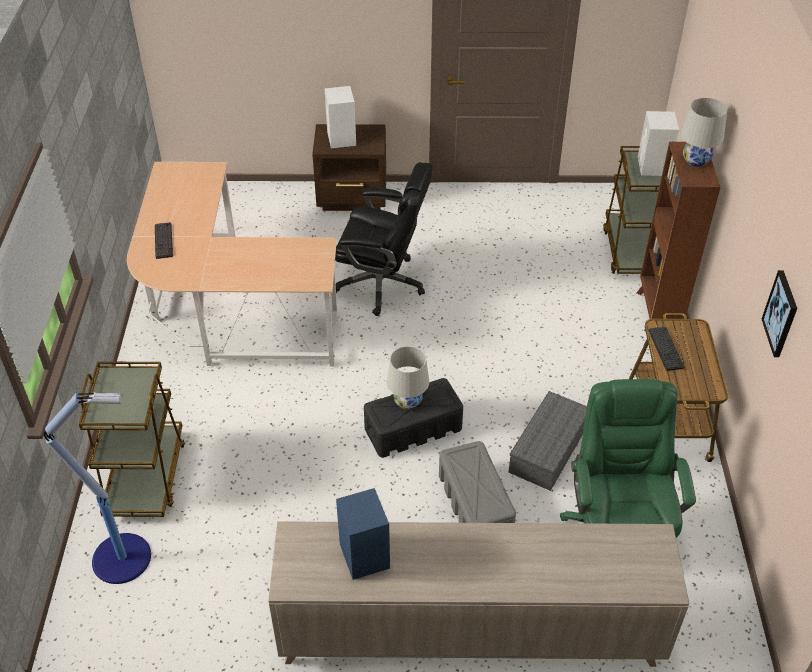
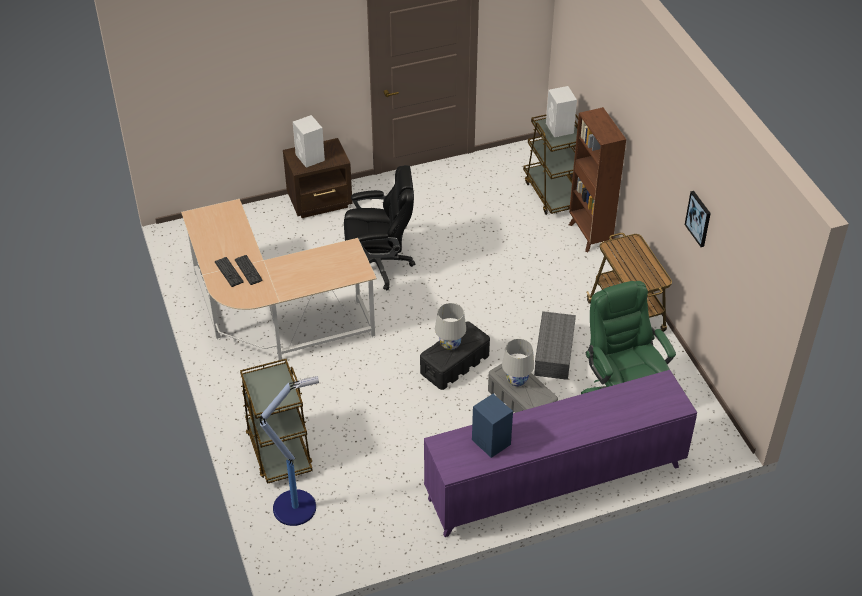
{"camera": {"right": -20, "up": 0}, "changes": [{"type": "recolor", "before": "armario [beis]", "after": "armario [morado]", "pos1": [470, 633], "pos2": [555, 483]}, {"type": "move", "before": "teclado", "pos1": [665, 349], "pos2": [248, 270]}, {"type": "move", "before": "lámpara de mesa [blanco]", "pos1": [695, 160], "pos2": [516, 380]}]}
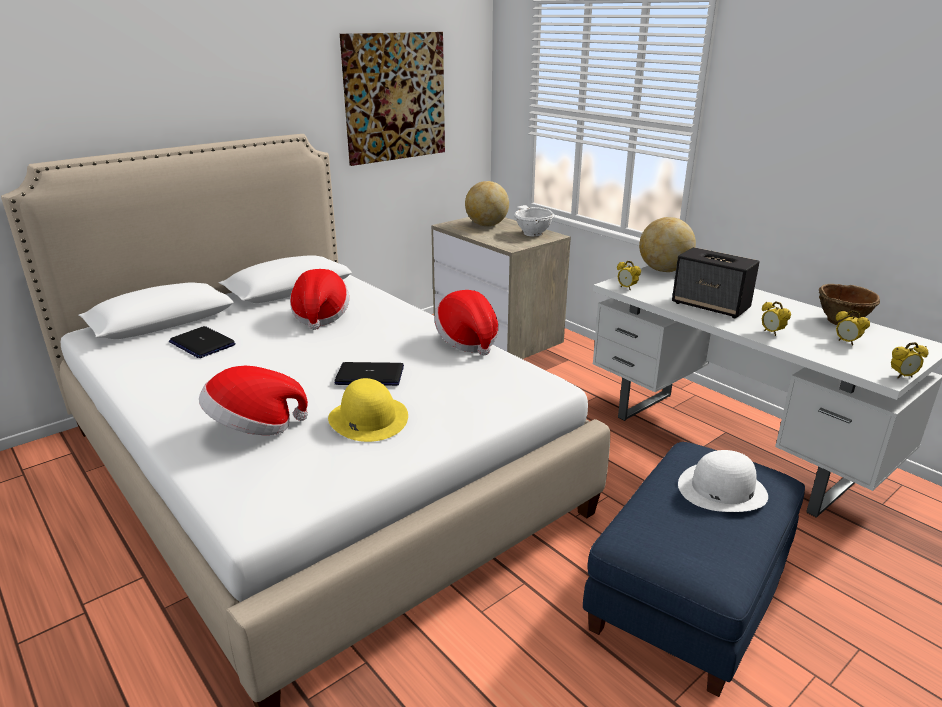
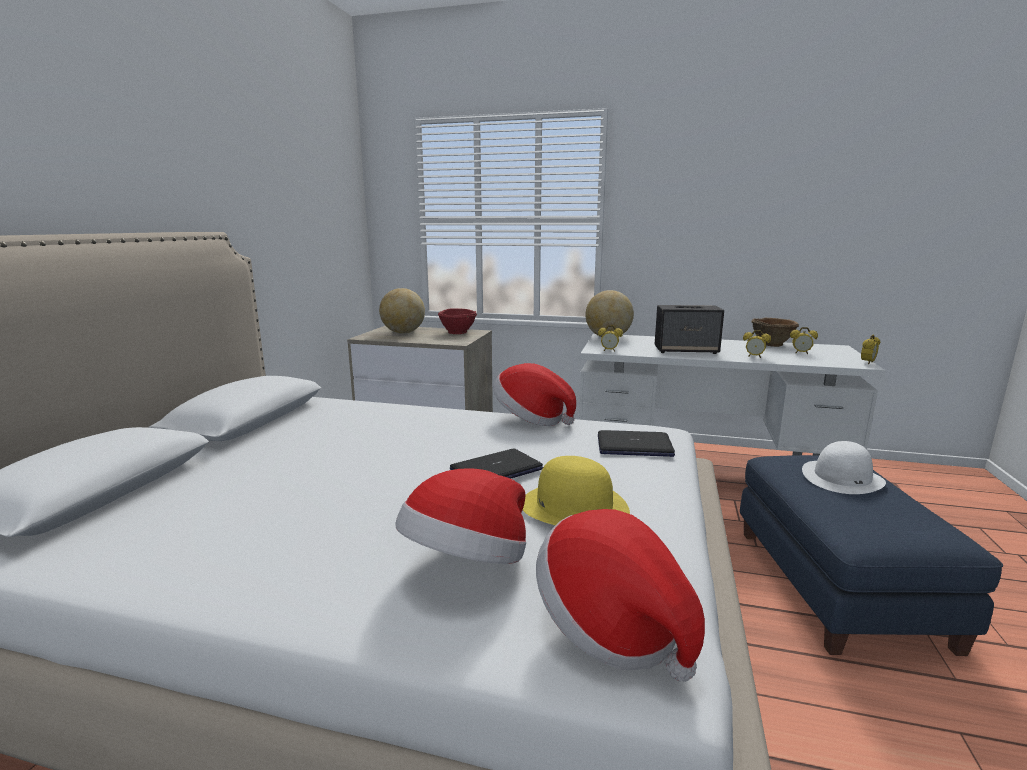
{"camera": {"right": -35, "up": -10}, "changes": [{"type": "move", "before": "portátil", "pos1": [202, 343], "pos2": [634, 446]}, {"type": "move", "before": "sombrero", "pos1": [320, 316], "pos2": [612, 627]}, {"type": "delete", "before": "cuadro", "pos1": [395, 97]}, {"type": "recolor", "before": "cuenco [blanco]", "after": "cuenco [rojo]", "pos1": [533, 234], "pos2": [458, 332]}]}
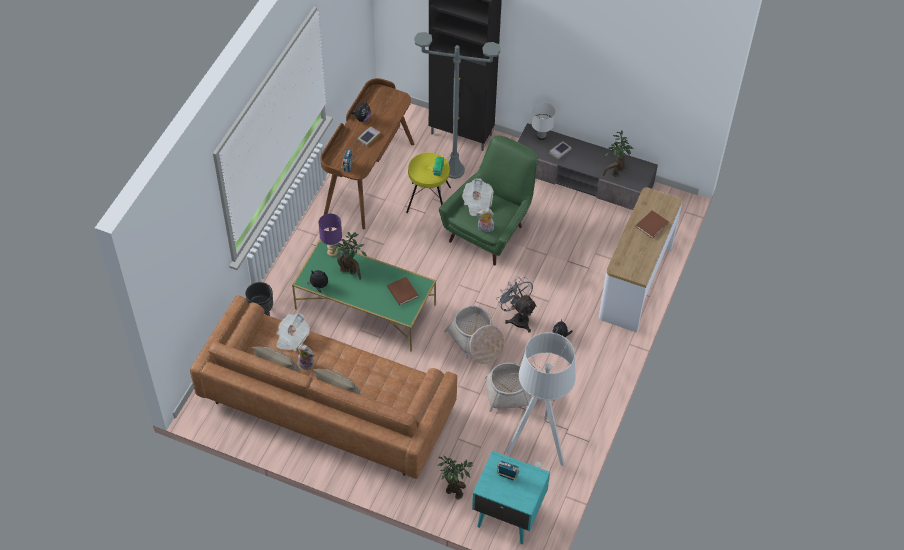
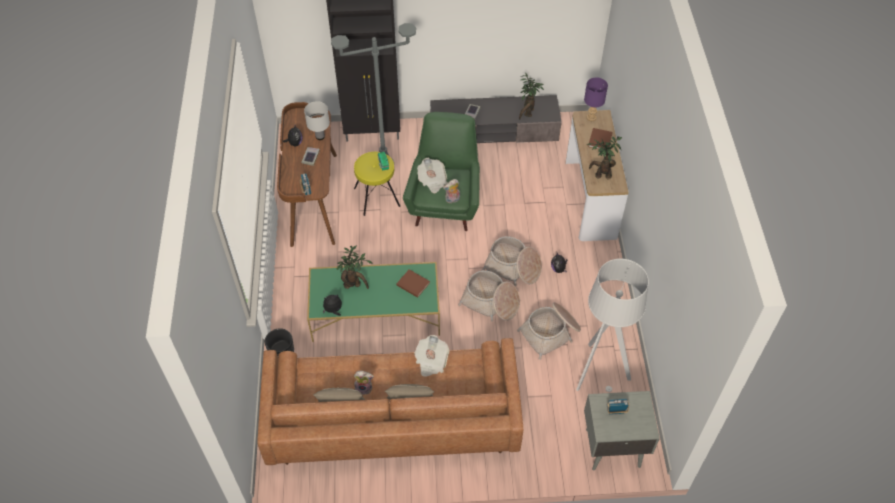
{"camera": {"right": -25, "up": 0}, "changes": [{"type": "move", "before": "periódico", "pos1": [292, 338], "pos2": [431, 361]}, {"type": "move", "before": "lámpara de mesa [morado]", "pos1": [332, 252], "pos2": [591, 117]}, {"type": "move", "before": "planta en maceta", "pos1": [453, 490], "pos2": [601, 175]}, {"type": "recolor", "before": "mesita de noche [turquesa]", "after": "mesita de noche [gris]", "pos1": [507, 515], "pos2": [612, 447]}, {"type": "replace", "before": "ventilador [gris]", "after": "cesta", "pos1": [517, 318], "pos2": [513, 268]}, {"type": "move", "before": "lámpara de mesa [blanco]", "pos1": [541, 136], "pos2": [319, 136]}]}
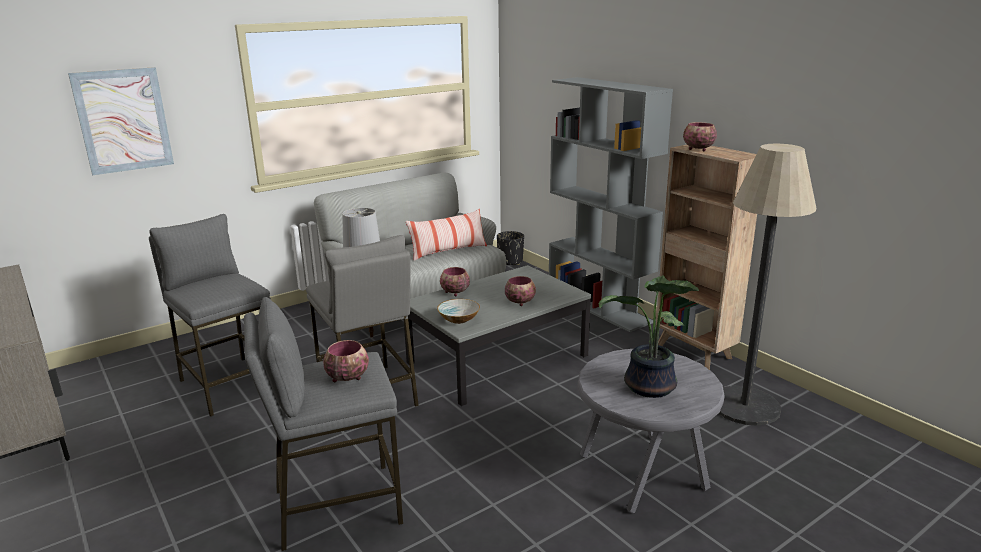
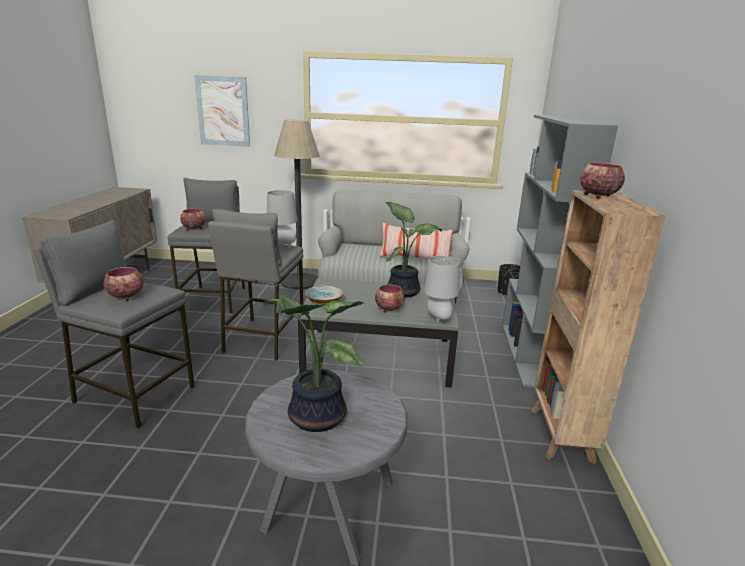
{"camera": {"right": 40, "up": 0}, "changes": [{"type": "move", "before": "cuenco", "pos1": [454, 292], "pos2": [193, 228]}, {"type": "move", "before": "lámpara de pie", "pos1": [745, 406], "pos2": [300, 281]}, {"type": "insert", "after": "planta en maceta", "pos2": [403, 291]}, {"type": "insert", "after": "lámpara de mesa [gris]", "pos2": [438, 319]}]}
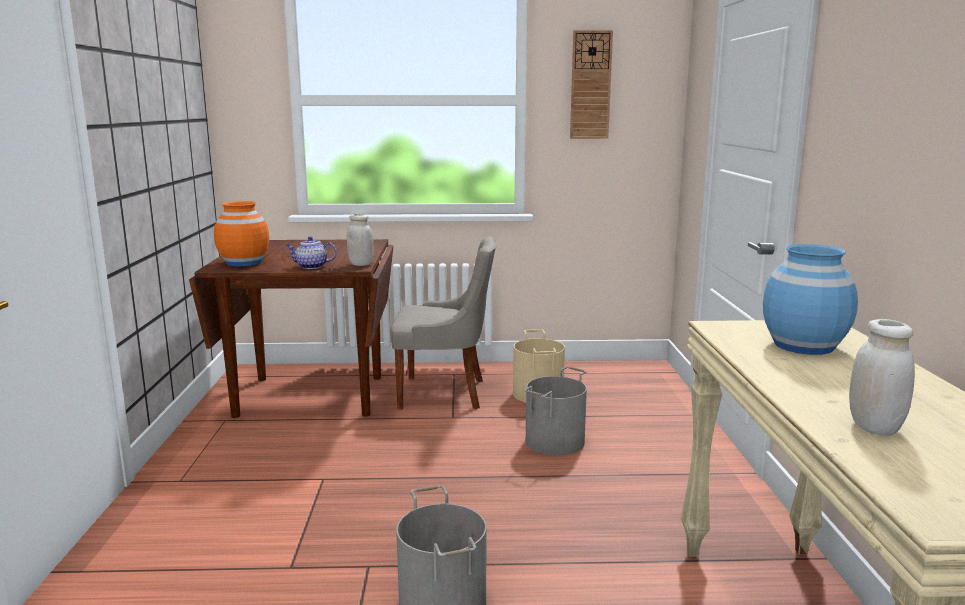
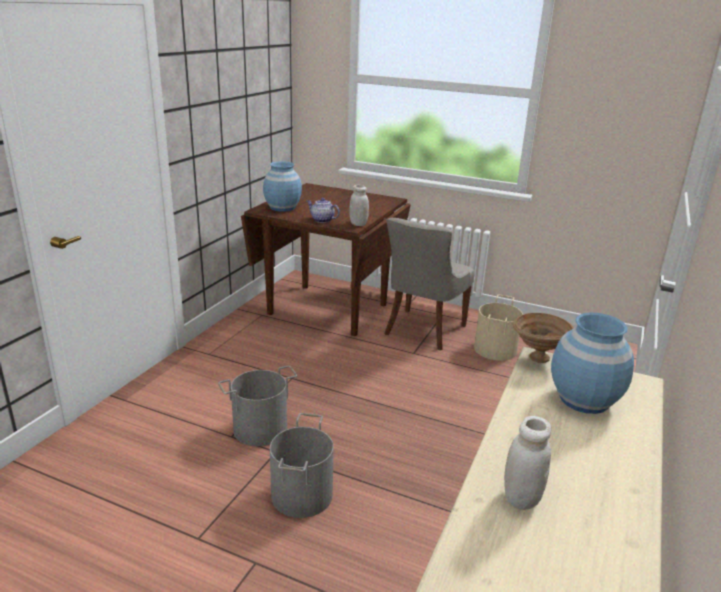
{"camera": {"right": 25, "up": 10}, "changes": [{"type": "recolor", "before": "florero [naranja]", "after": "florero [azul]", "pos1": [244, 262], "pos2": [283, 207]}, {"type": "rotate", "before": "silla [gris]", "pos1": [445, 393], "pos2": [423, 330], "turn": 90}, {"type": "move", "before": "cubo [gris]", "pos1": [554, 441], "pos2": [260, 428]}, {"type": "delete", "before": "reloj de pared", "pos1": [590, 85]}, {"type": "insert", "after": "cuenco [marrón]", "pos2": [537, 358]}]}
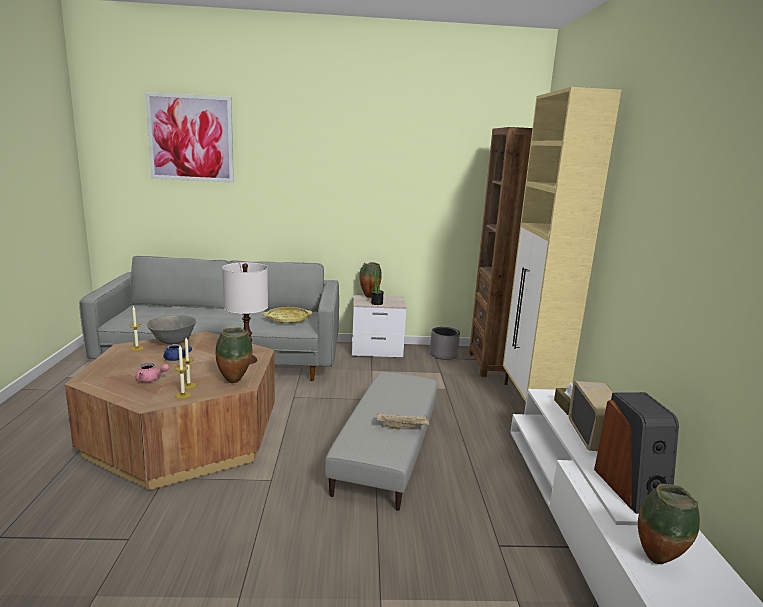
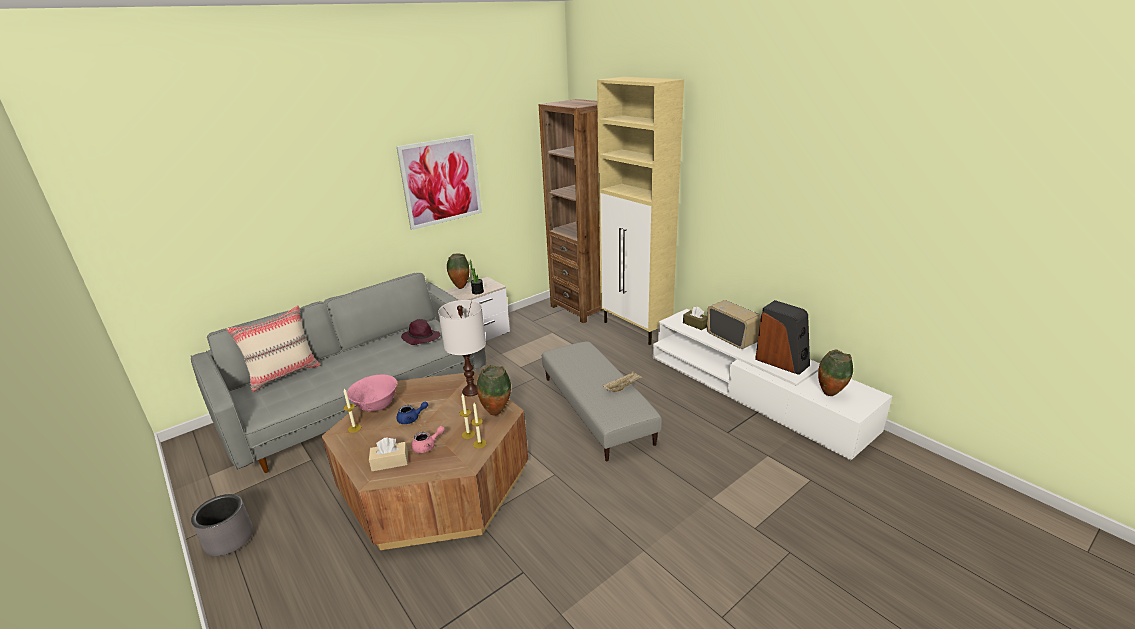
{"camera": {"right": -35, "up": 10}, "changes": [{"type": "move", "before": "cuadro", "pos1": [191, 138], "pos2": [441, 181]}, {"type": "recolor", "before": "cuenco [gris]", "after": "cuenco [rosa]", "pos1": [173, 342], "pos2": [376, 407]}, {"type": "replace", "before": "bandeja [amarillo]", "after": "sombrero [morado]", "pos1": [287, 319], "pos2": [420, 338]}, {"type": "move", "before": "maceta [gris]", "pos1": [443, 355], "pos2": [230, 539]}, {"type": "insert", "after": "cojín [beis]", "pos2": [284, 374]}, {"type": "insert", "after": "caja de pañuelos [beis]", "pos2": [390, 462]}]}
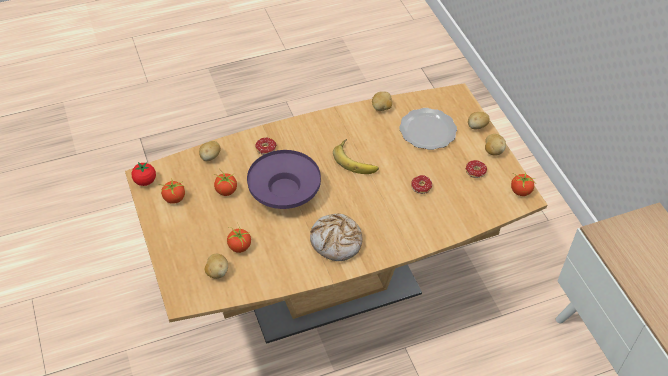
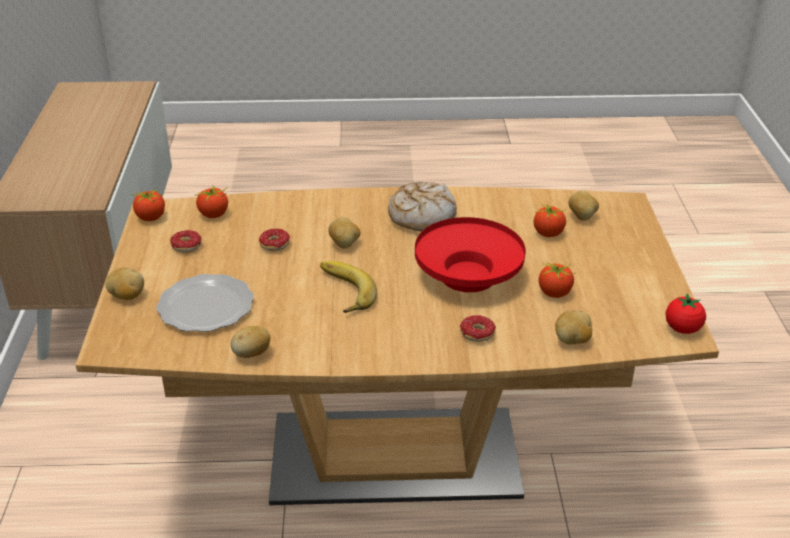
{"camera": {"right": -160, "up": -15}, "changes": [{"type": "move", "before": "tomate", "pos1": [174, 199], "pos2": [214, 214]}, {"type": "recolor", "before": "cuenco [morado]", "after": "cuenco [rojo]", "pos1": [284, 191], "pos2": [468, 276]}, {"type": "move", "before": "patata", "pos1": [493, 151], "pos2": [344, 244]}]}
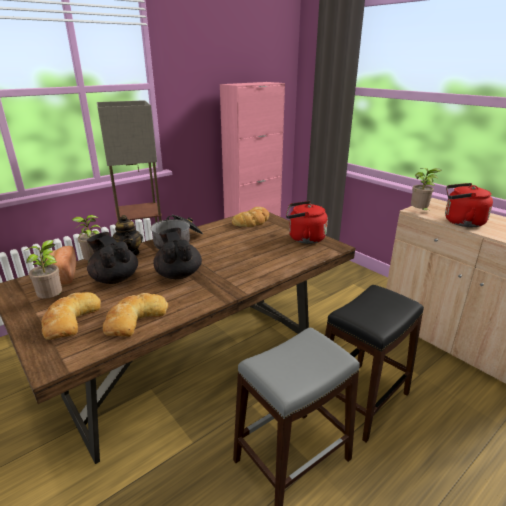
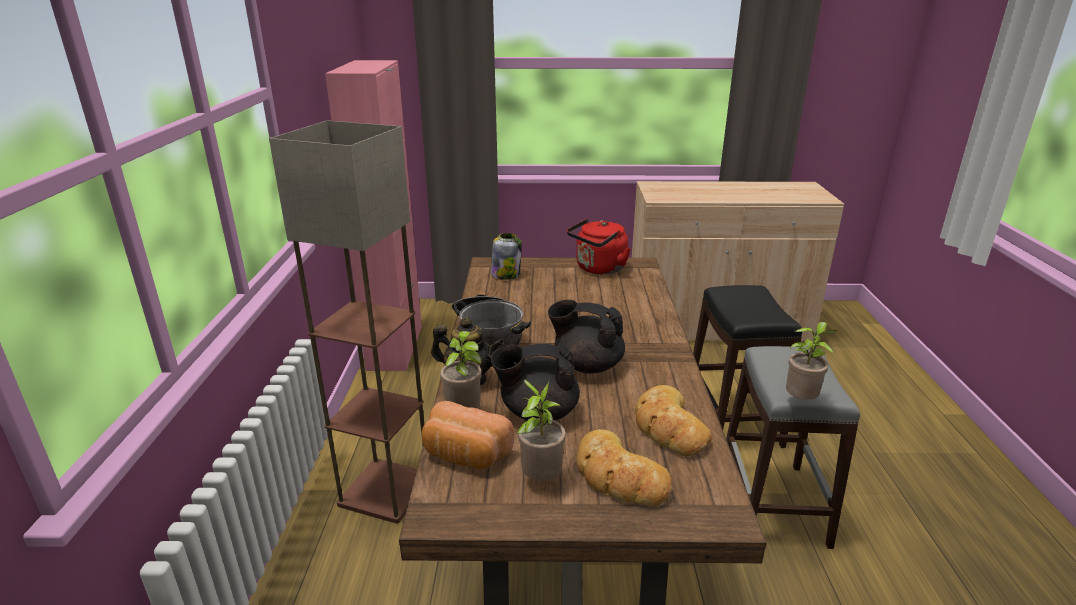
{"camera": {"right": -50, "up": 0}, "changes": [{"type": "replace", "before": "pan", "after": "tarro", "pos1": [253, 221], "pos2": [506, 274]}, {"type": "move", "before": "planta en maceta", "pos1": [419, 212], "pos2": [801, 401]}, {"type": "delete", "before": "hervidor [rojo]", "pos1": [461, 222]}]}
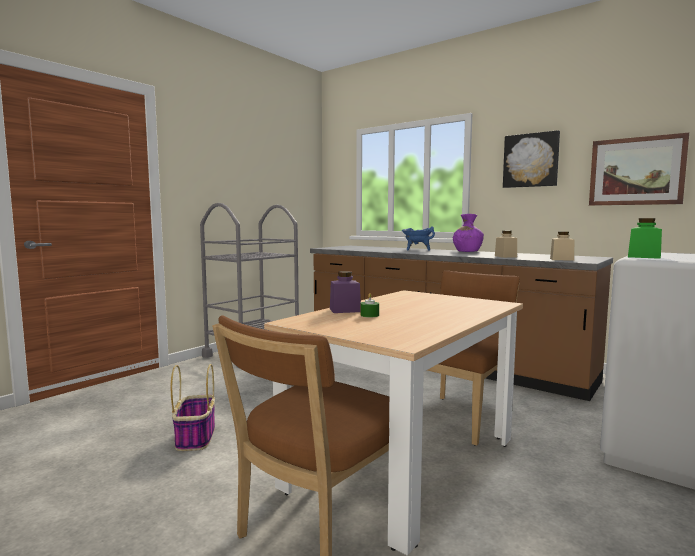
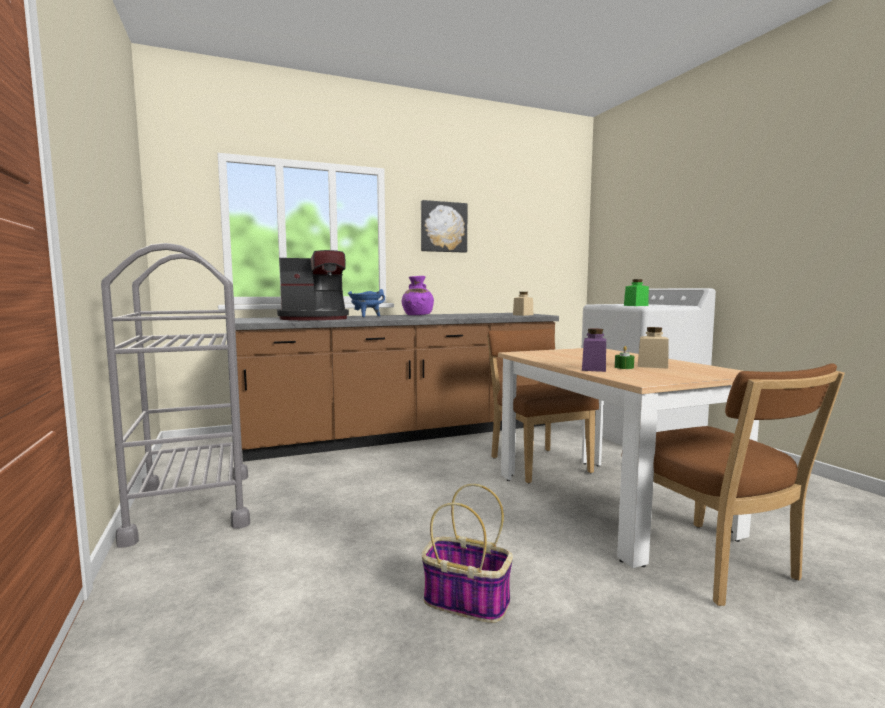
{"camera": {"right": -60, "up": 0}, "changes": [{"type": "move", "before": "tarro [beis]", "pos1": [505, 256], "pos2": [652, 366]}, {"type": "delete", "before": "cuadro", "pos1": [636, 171]}, {"type": "insert", "after": "cafetera", "pos2": [314, 318]}]}
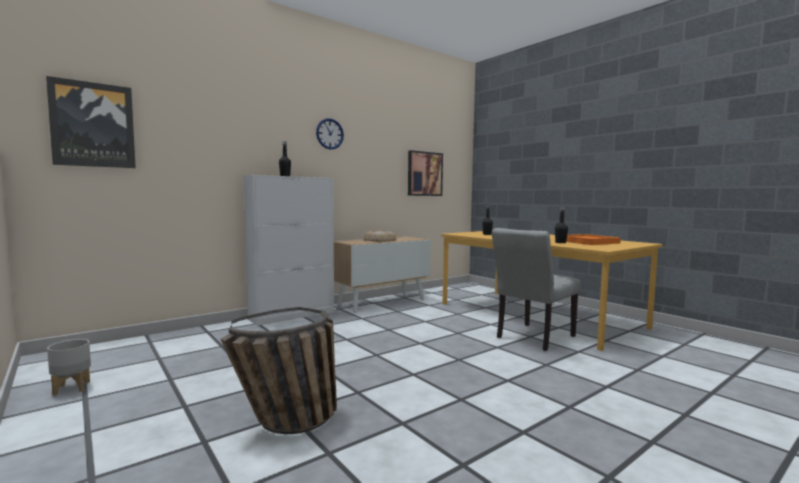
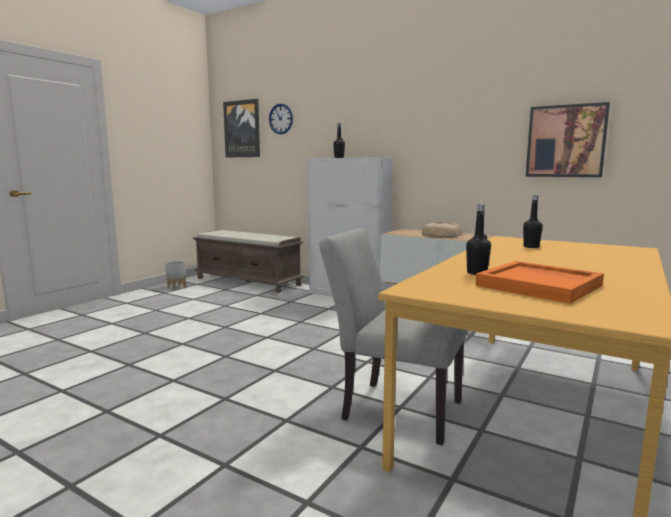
{"camera": {"right": 70, "up": 5}, "changes": [{"type": "delete", "before": "cesta", "pos1": [287, 425]}, {"type": "move", "before": "reloj de pared", "pos1": [329, 134], "pos2": [281, 119]}, {"type": "insert", "after": "banco [marrón]", "pos2": [248, 281]}]}
